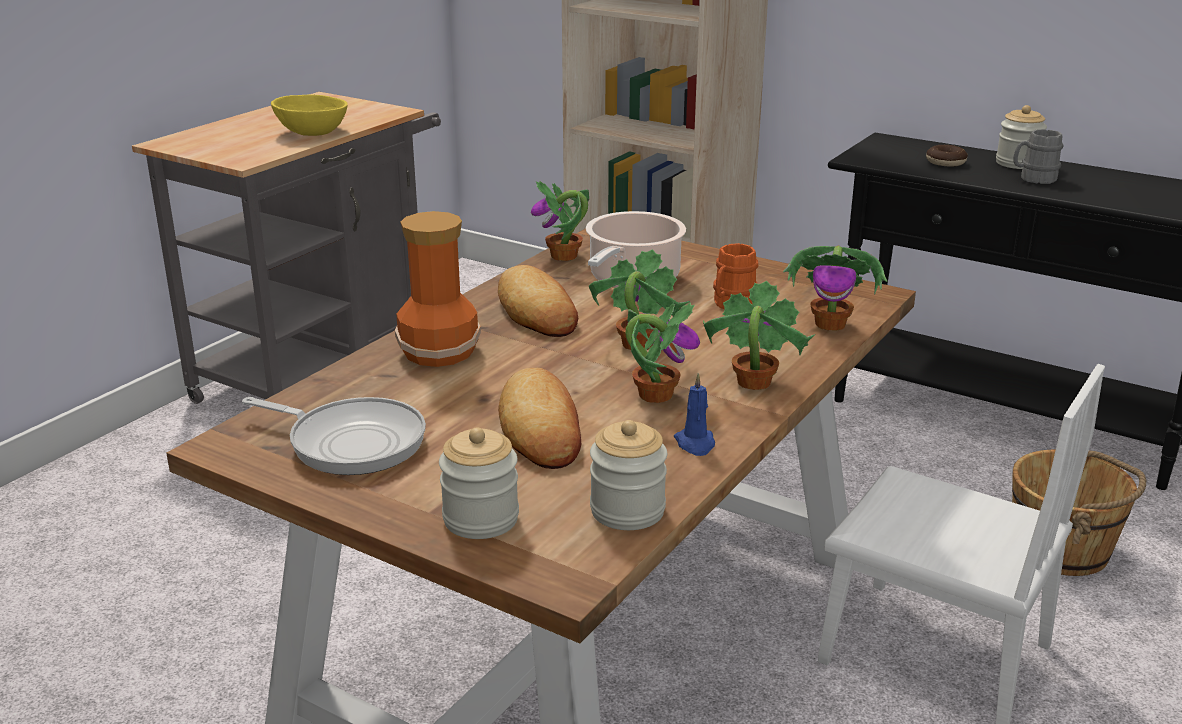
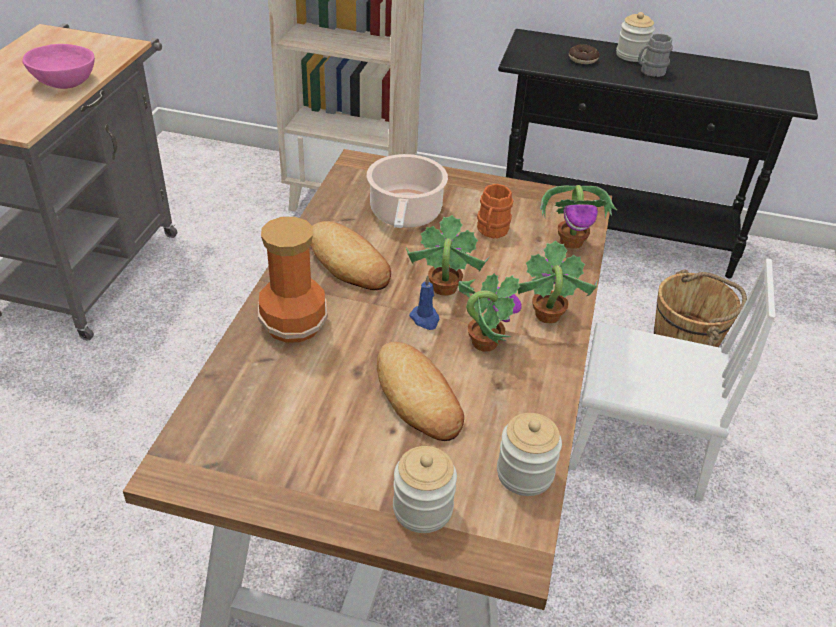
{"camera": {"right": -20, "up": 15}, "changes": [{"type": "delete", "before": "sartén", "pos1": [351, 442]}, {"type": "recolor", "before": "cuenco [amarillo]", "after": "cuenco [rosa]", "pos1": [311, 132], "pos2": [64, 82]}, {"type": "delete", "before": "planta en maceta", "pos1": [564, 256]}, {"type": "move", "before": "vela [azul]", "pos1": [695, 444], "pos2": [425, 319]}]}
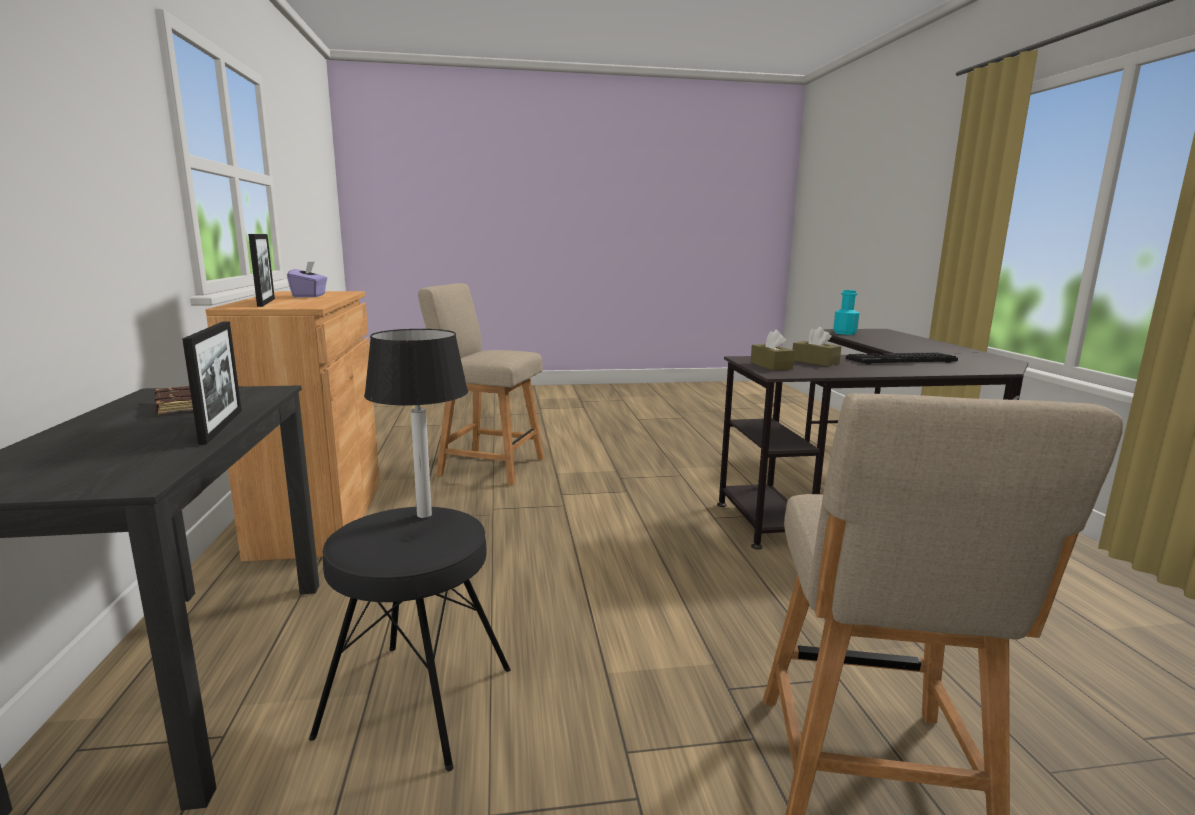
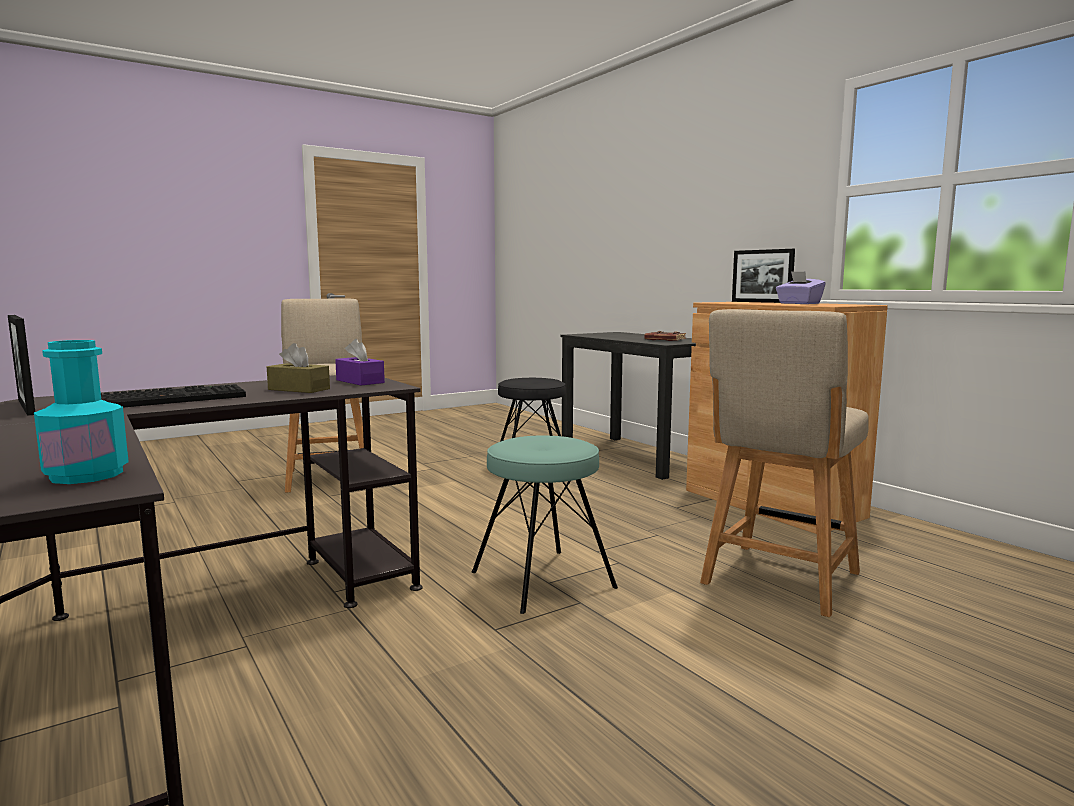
{"camera": {"right": 155, "up": -5}, "changes": [{"type": "move", "before": "portarretratos", "pos1": [221, 426], "pos2": [26, 407]}, {"type": "delete", "before": "lámpara de mesa", "pos1": [423, 514]}, {"type": "rotate", "before": "silla [beis]", "pos1": [487, 466], "pos2": [778, 580], "turn": 135}, {"type": "recolor", "before": "caja de pañuelos [marrón]", "after": "caja de pañuelos [morado]", "pos1": [771, 365], "pos2": [360, 381]}, {"type": "insert", "after": "taburete [turquesa]", "pos2": [542, 580]}]}
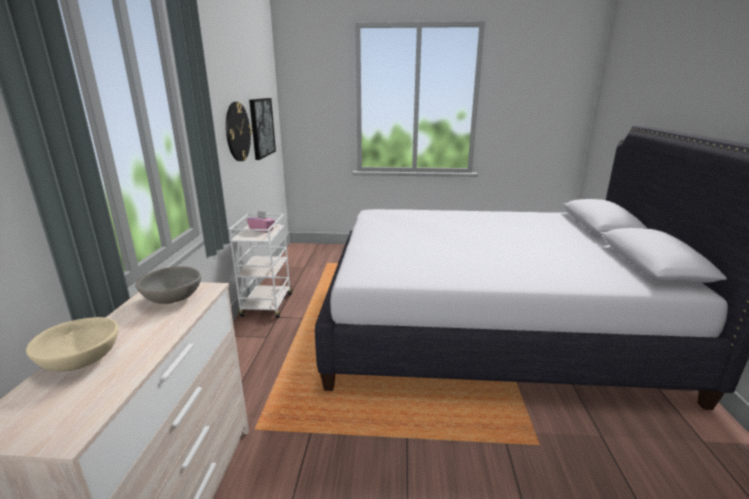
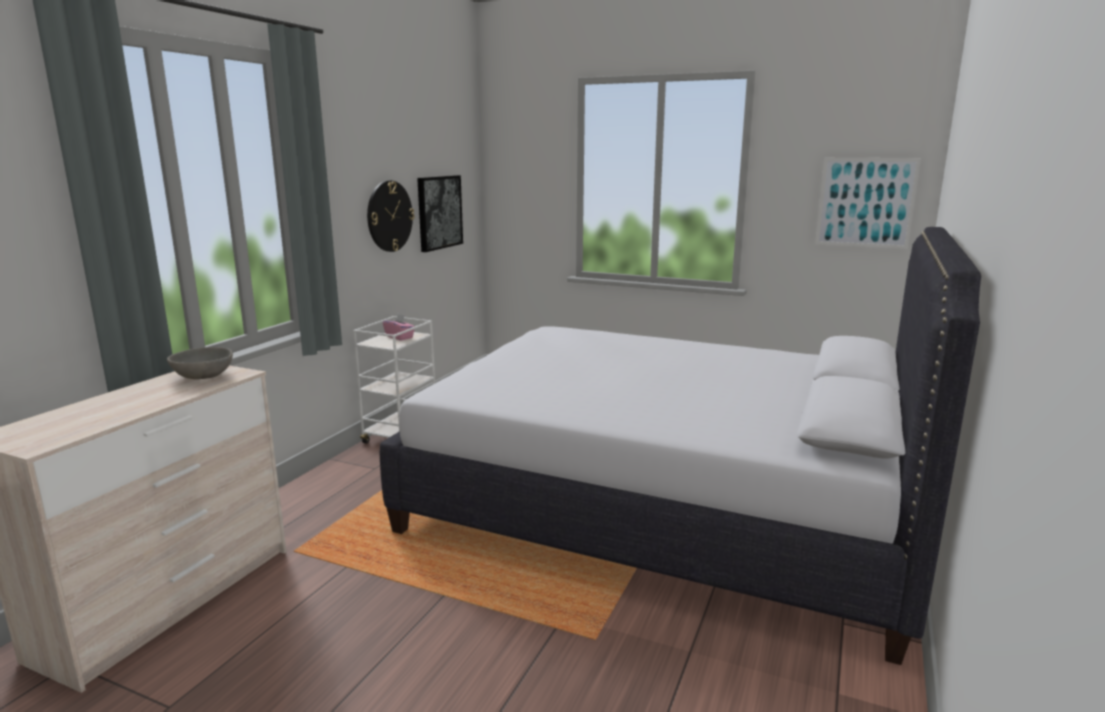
{"camera": {"right": 20, "up": -5}, "changes": [{"type": "delete", "before": "cuenco [beis]", "pos1": [82, 360]}, {"type": "insert", "after": "cuadro", "pos2": [865, 202]}]}
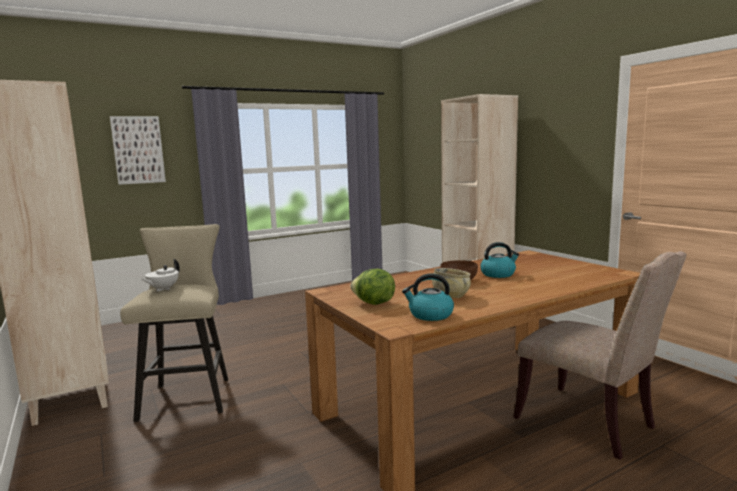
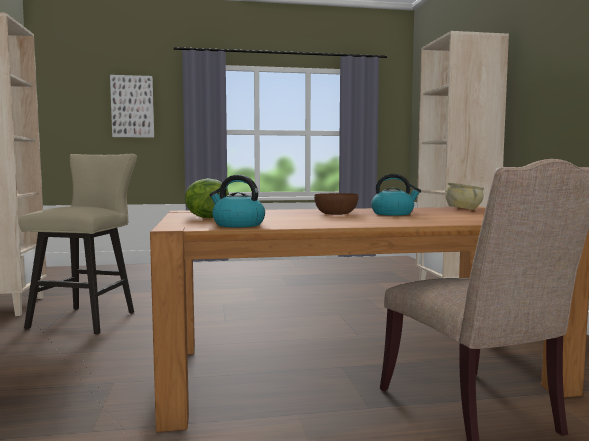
{"camera": {"right": 20, "up": -5}, "changes": [{"type": "delete", "before": "tetera [blanco]", "pos1": [163, 289]}, {"type": "move", "before": "cuenco [beis]", "pos1": [451, 296], "pos2": [463, 209]}]}
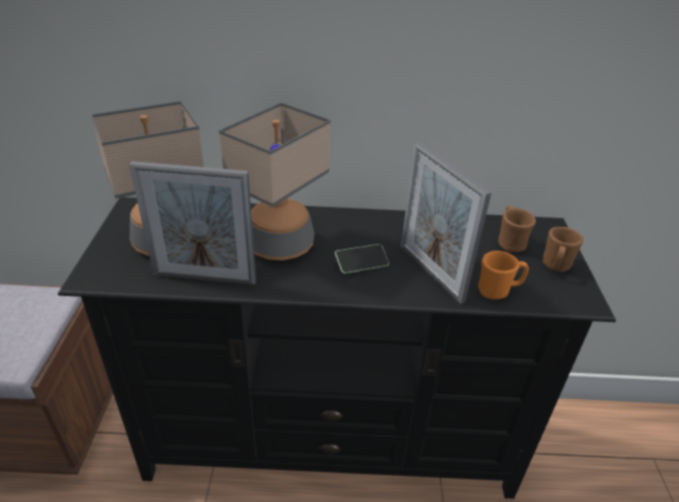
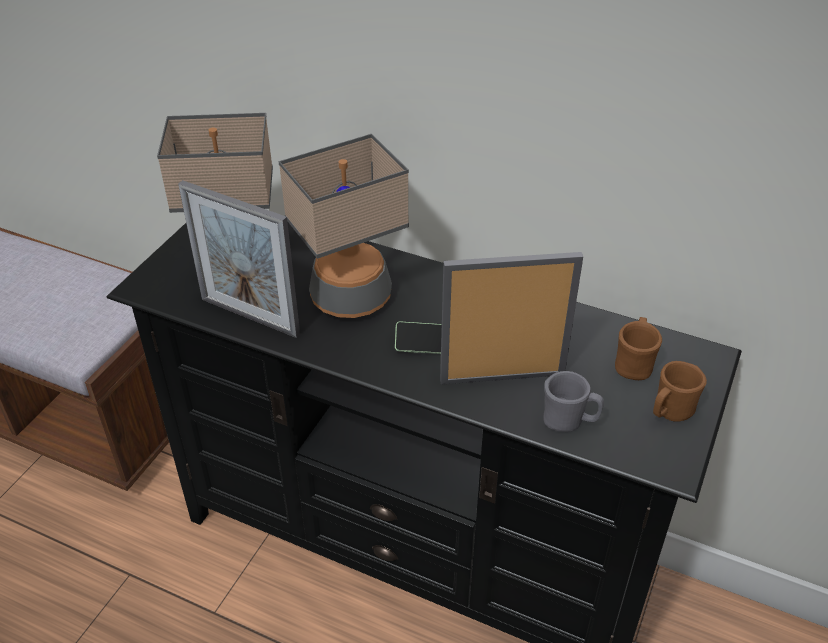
{"camera": {"right": 25, "up": 5}, "changes": [{"type": "rotate", "before": "portarretratos", "pos1": [431, 273], "pos2": [502, 377], "turn": 90}, {"type": "recolor", "before": "taza grande [naranja]", "after": "taza grande [gris]", "pos1": [498, 291], "pos2": [569, 421]}]}
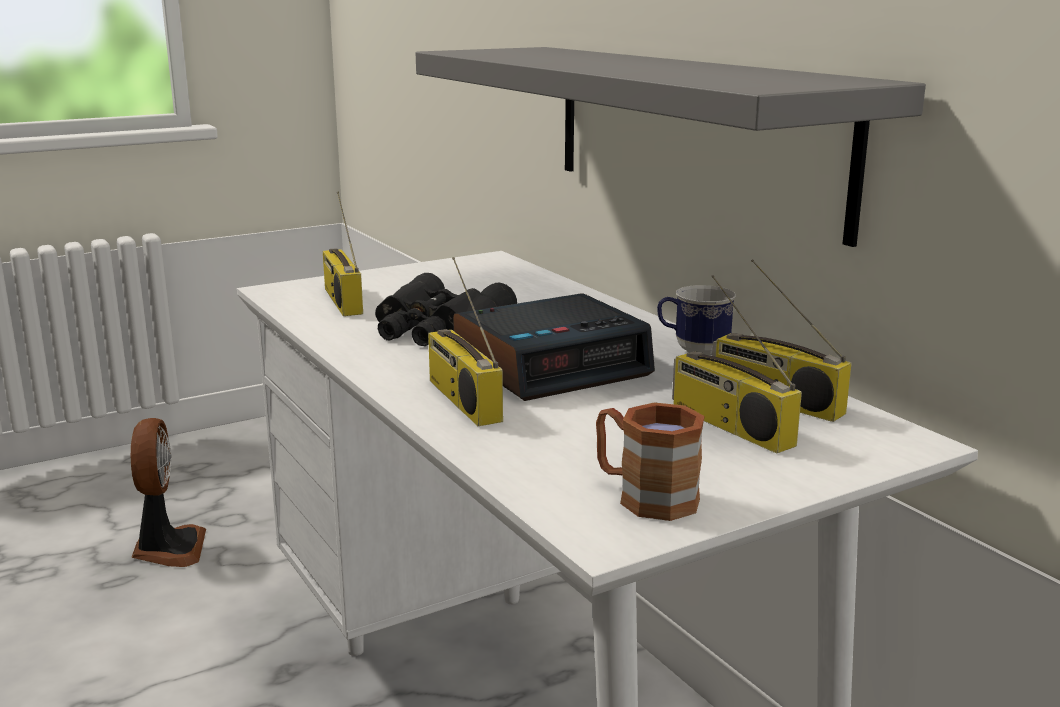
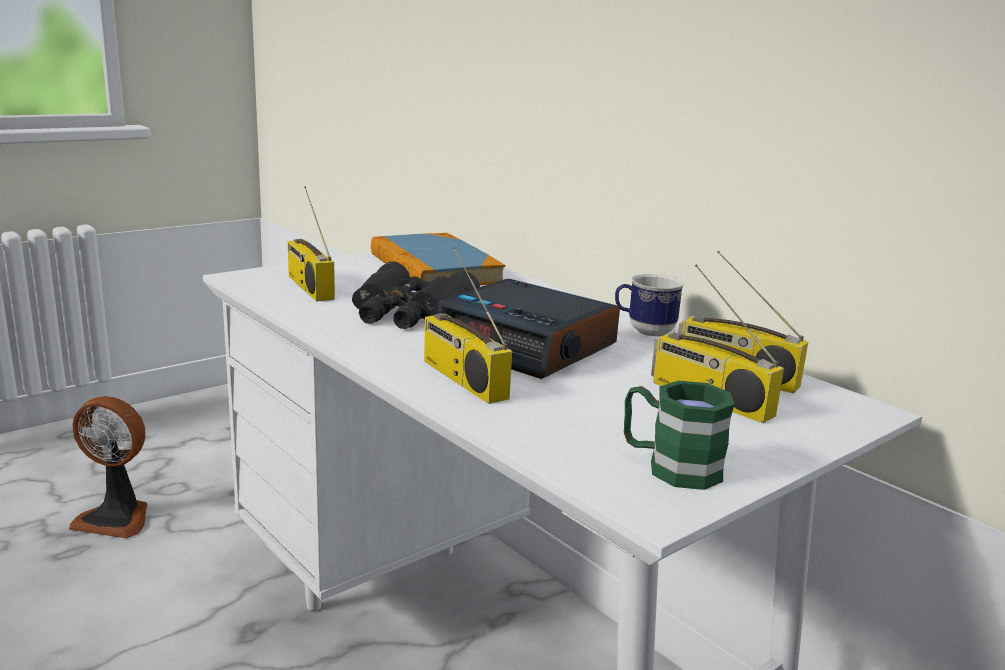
{"camera": {"right": -10, "up": 0}, "changes": [{"type": "rotate", "before": "ventilador", "pos1": [168, 549], "pos2": [117, 518], "turn": 120}, {"type": "delete", "before": "estante [gris]", "pos1": [691, 132]}, {"type": "rotate", "before": "despertador", "pos1": [552, 365], "pos2": [528, 345], "turn": 75}, {"type": "recolor", "before": "taza grande [marrón]", "after": "taza grande [verde]", "pos1": [644, 496], "pos2": [670, 466]}, {"type": "insert", "after": "libro", "pos2": [434, 268]}]}
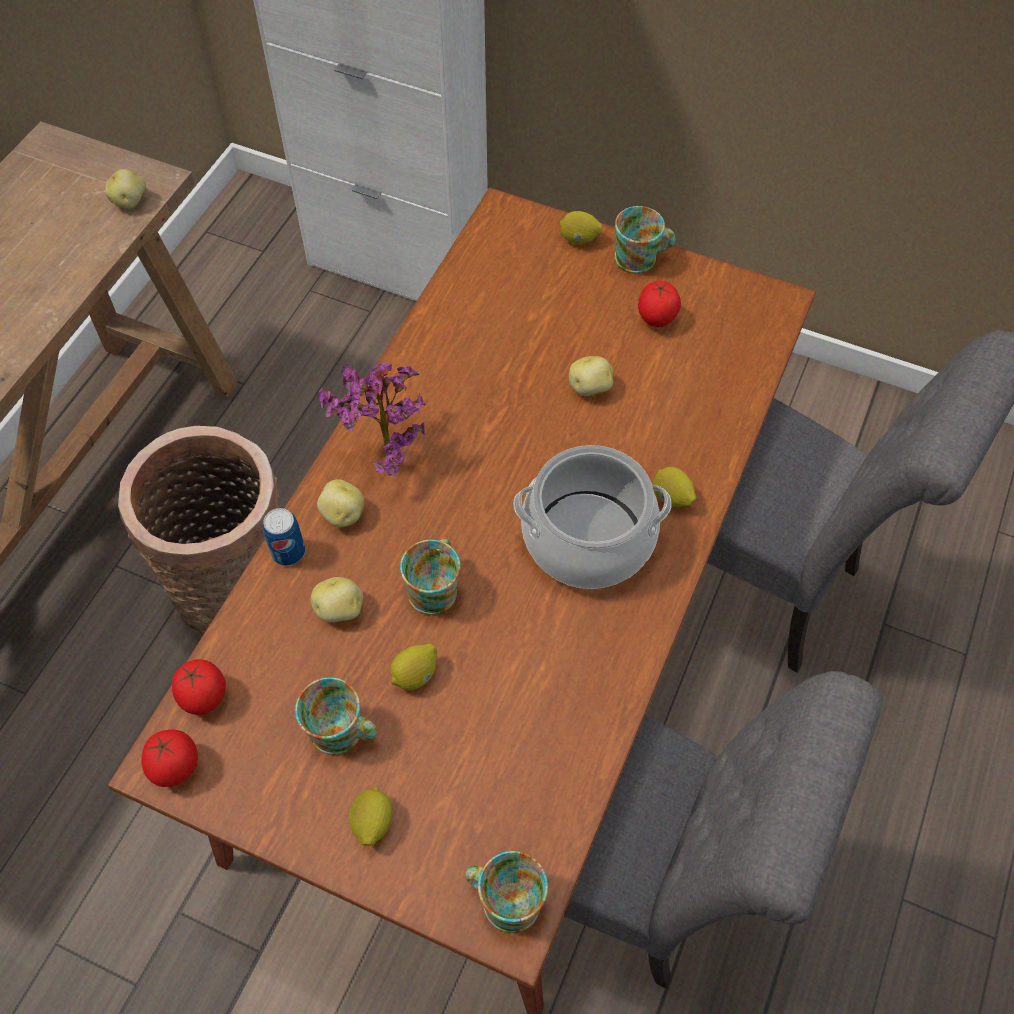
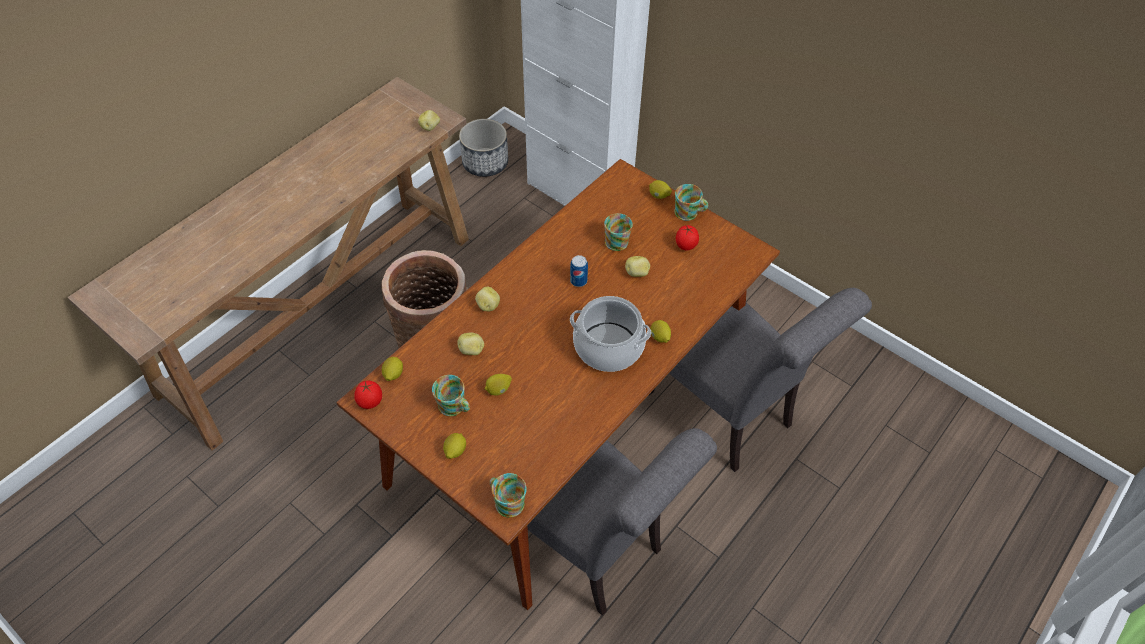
{"camera": {"right": 15, "up": -5}, "changes": [{"type": "replace", "before": "tomate", "after": "limón", "pos1": [204, 698], "pos2": [393, 374]}, {"type": "move", "before": "lata", "pos1": [288, 552], "pos2": [578, 281]}, {"type": "delete", "before": "planta en maceta", "pos1": [383, 454]}, {"type": "move", "before": "taza grande", "pos1": [436, 587], "pos2": [619, 240]}, {"type": "insert", "after": "maceta", "pos2": [485, 163]}]}
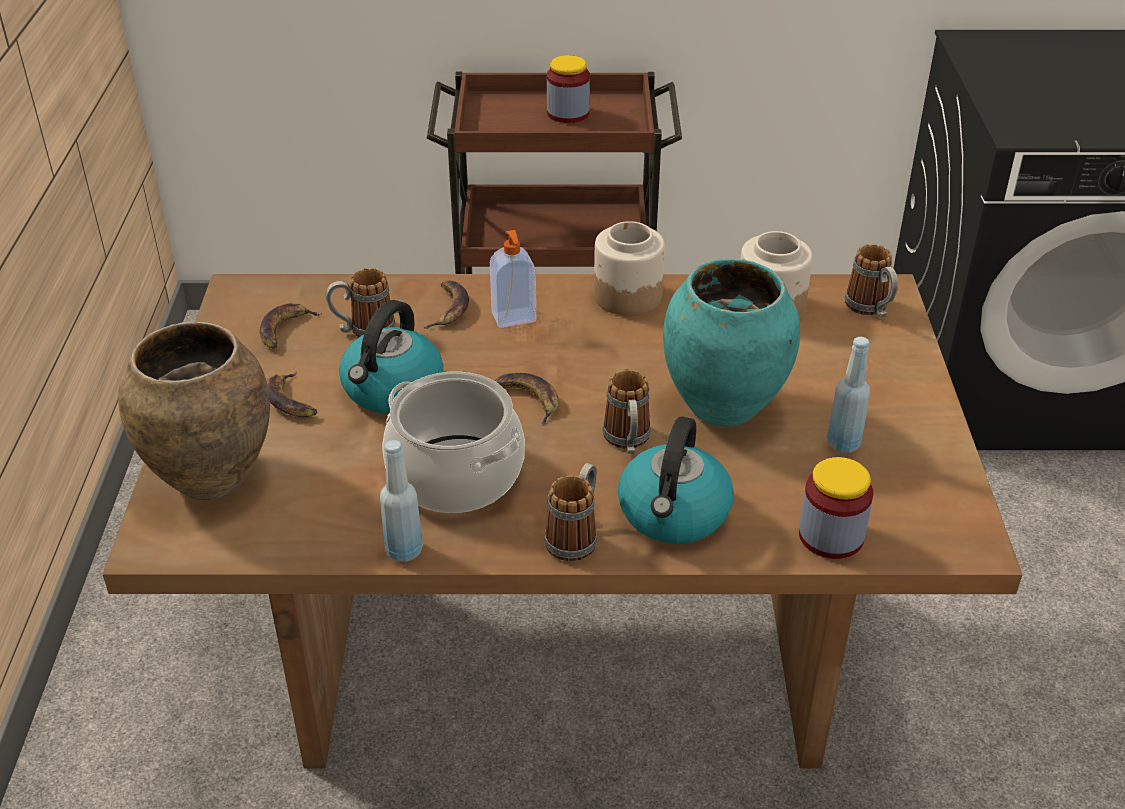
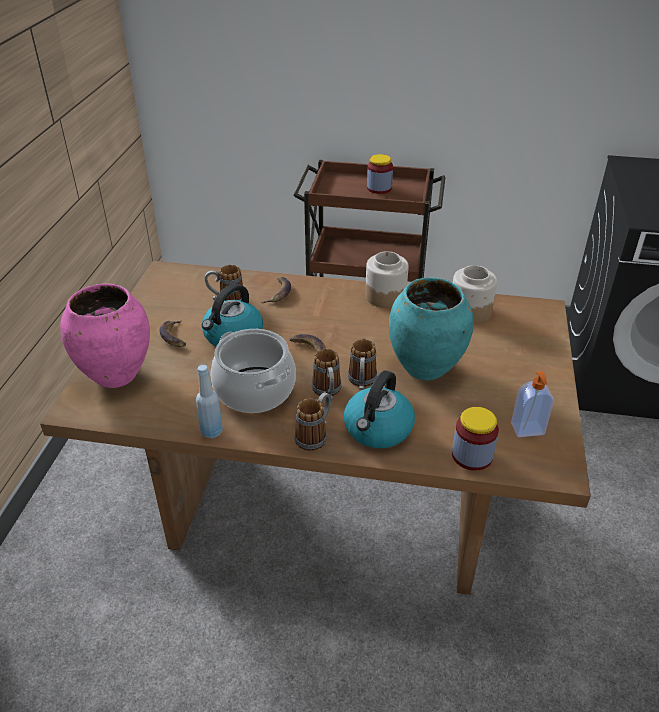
{"camera": {"right": 10, "up": 0}, "changes": [{"type": "recolor", "before": "florero [marrón]", "after": "florero [rosa]", "pos1": [210, 478], "pos2": [115, 375]}, {"type": "delete", "before": "plátano", "pos1": [285, 330]}, {"type": "move", "before": "dispensador de jabón", "pos1": [514, 318], "pos2": [528, 430]}, {"type": "delete", "before": "botella [azul]", "pos1": [843, 443]}, {"type": "move", "before": "taza grande", "pos1": [870, 309], "pos2": [327, 392]}]}
